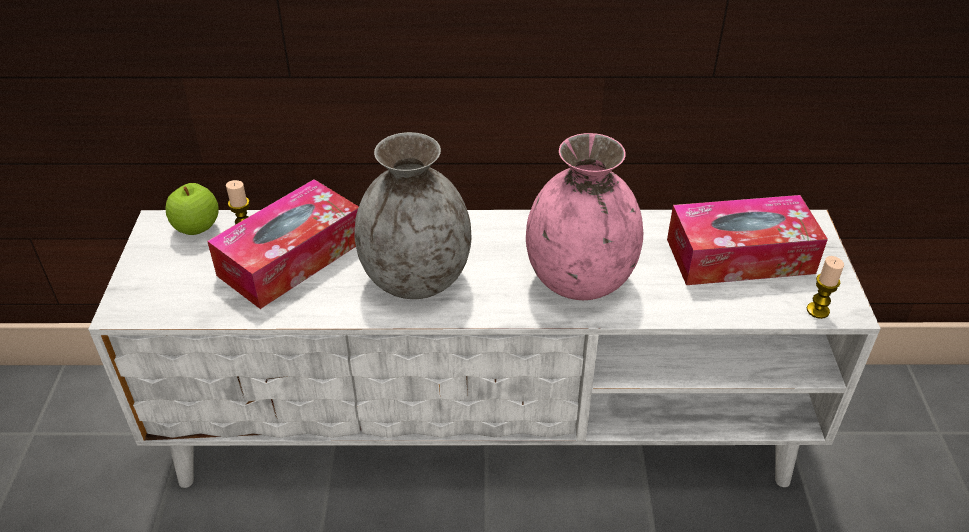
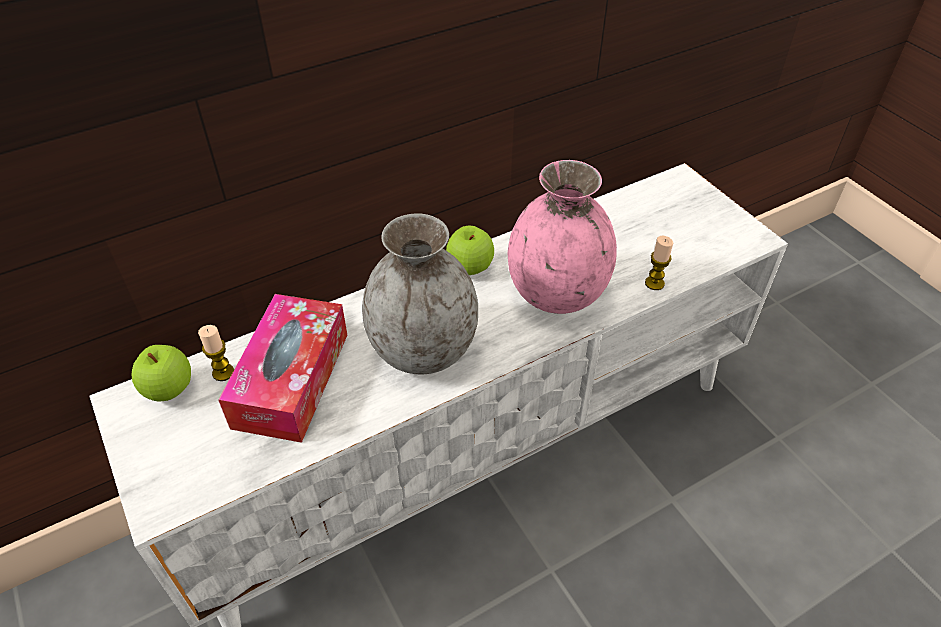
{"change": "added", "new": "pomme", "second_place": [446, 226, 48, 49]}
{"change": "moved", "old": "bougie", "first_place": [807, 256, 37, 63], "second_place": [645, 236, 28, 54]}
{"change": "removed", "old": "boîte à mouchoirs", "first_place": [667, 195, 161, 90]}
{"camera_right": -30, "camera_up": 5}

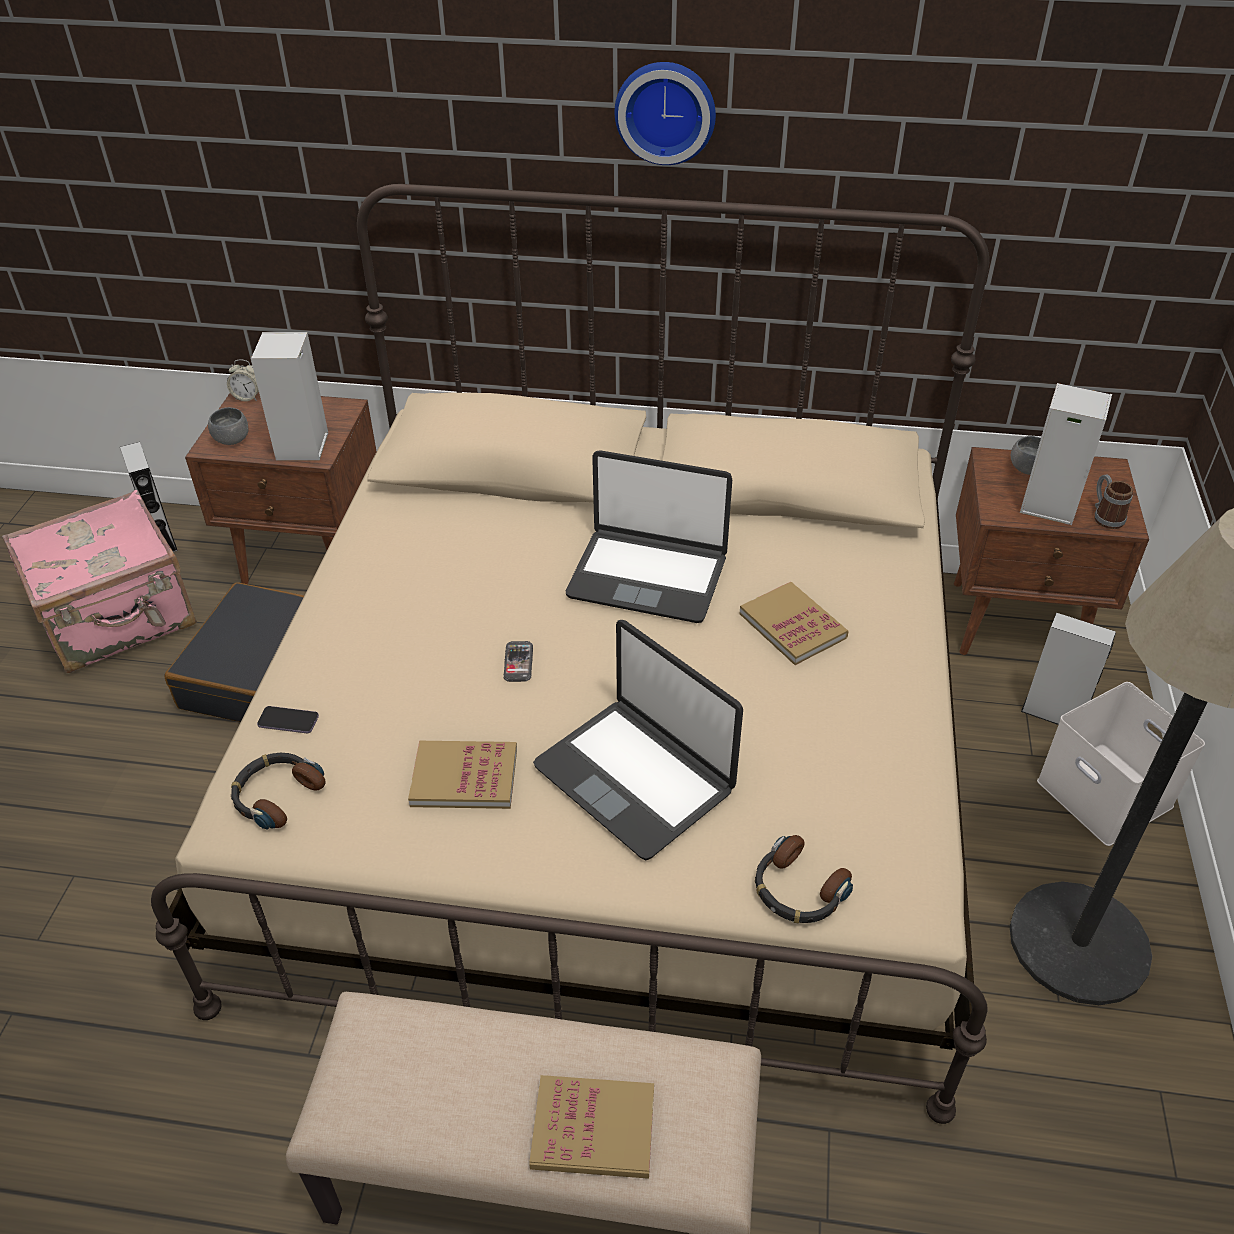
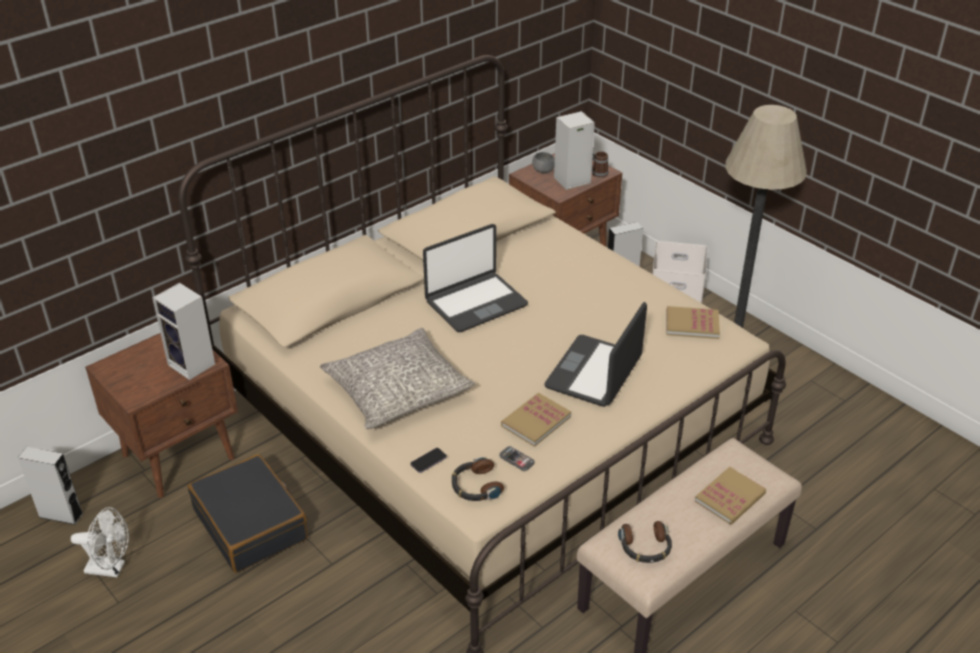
{"change": "replaced", "old": "valise/rose", "new": "ventilateur/blanc", "first_place": [2, 490, 195, 183], "second_place": [71, 507, 58, 70]}
{"change": "added", "new": "coussin/gris", "second_place": [320, 328, 155, 101]}
{"change": "moved", "old": "téléphone", "first_place": [503, 641, 30, 41], "second_place": [499, 446, 36, 25]}
{"change": "turned", "old": "ordinateur portable", "first_place": [533, 620, 210, 240], "second_place": [545, 302, 102, 105], "degrees": 120}
{"change": "moved", "old": "casque audio", "first_place": [755, 835, 98, 89], "second_place": [618, 521, 54, 42]}
{"change": "moved", "old": "livre", "first_place": [740, 582, 109, 83], "second_place": [666, 306, 54, 33]}
{"change": "removed", "old": "bol/gris", "first_place": [208, 407, 40, 38]}
{"change": "removed", "old": "réveil", "first_place": [227, 359, 32, 42]}
{"change": "removed", "old": "horloge murale", "first_place": [615, 62, 101, 103]}
{"camera_right": -50, "camera_up": -5}

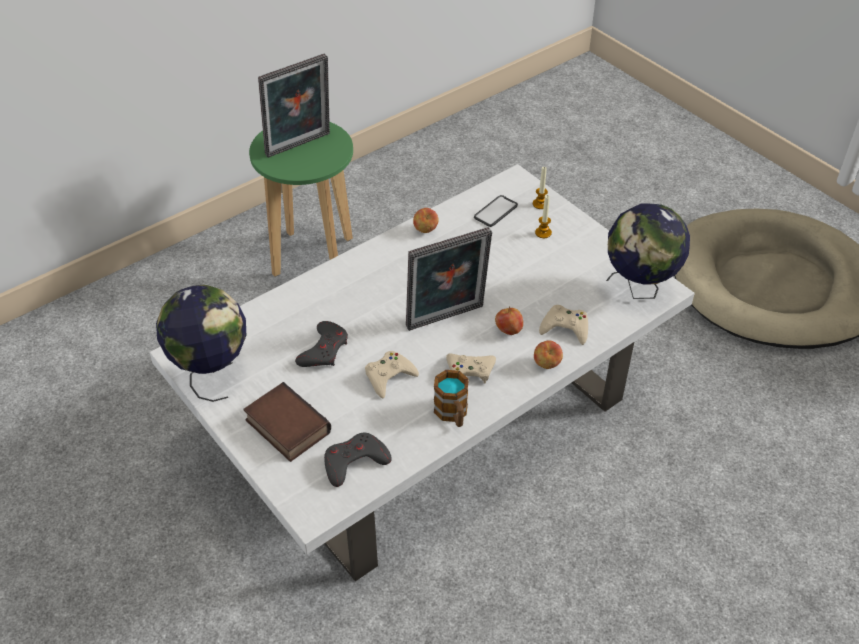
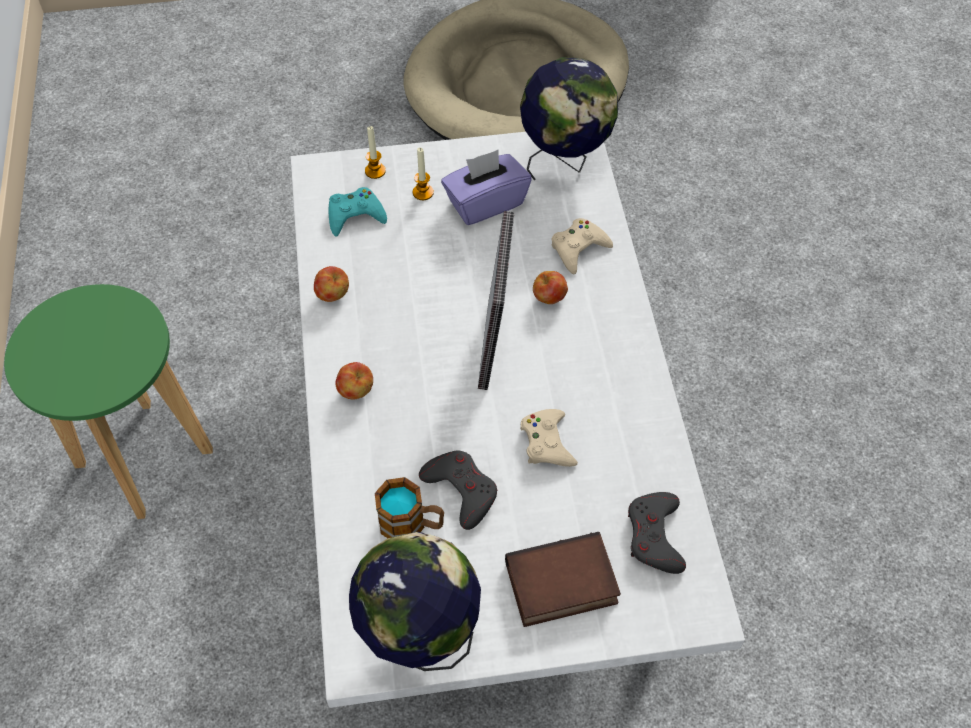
{"change": "replaced", "old": "téléphone", "new": "manette/turquoise", "first_place": [474, 195, 44, 32], "second_place": [329, 187, 58, 50]}
{"change": "moved", "old": "pomme", "first_place": [534, 340, 29, 29], "second_place": [335, 362, 38, 37]}
{"change": "moved", "old": "mug", "first_place": [434, 370, 35, 57], "second_place": [375, 477, 69, 61]}
{"change": "added", "new": "boîte à mouchoirs/violet", "second_place": [441, 150, 91, 75]}
{"change": "removed", "old": "cadre photo", "first_place": [258, 53, 72, 105]}
{"change": "removed", "old": "manette/beige", "first_place": [446, 353, 50, 30]}
{"camera_right": -60, "camera_up": 10}

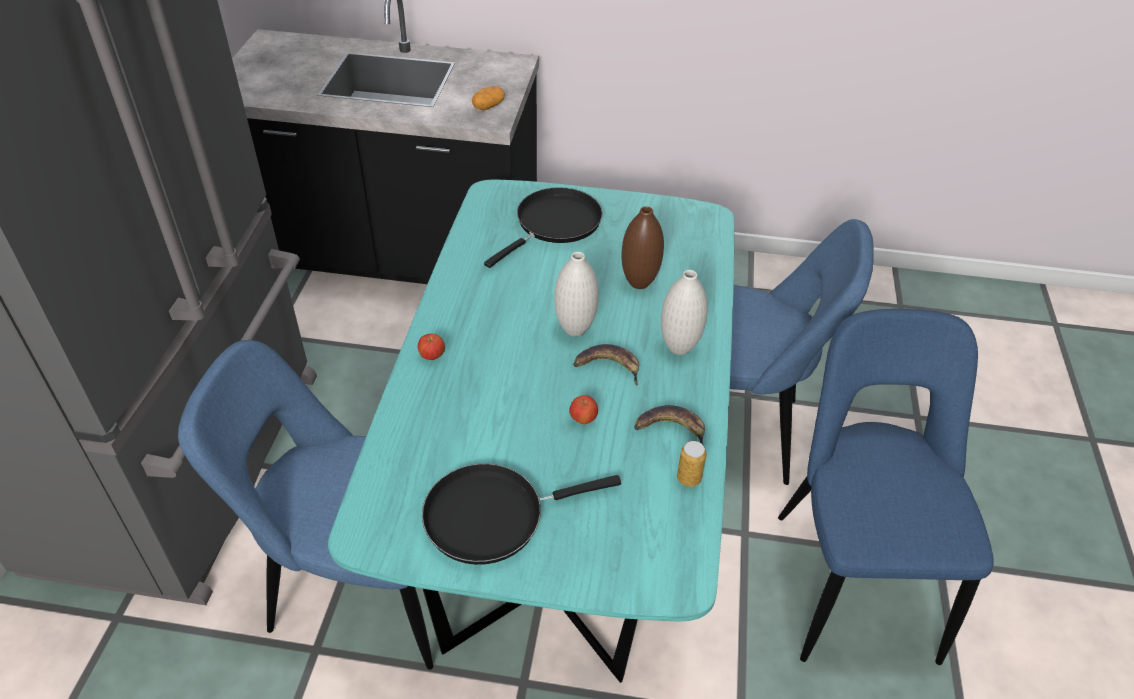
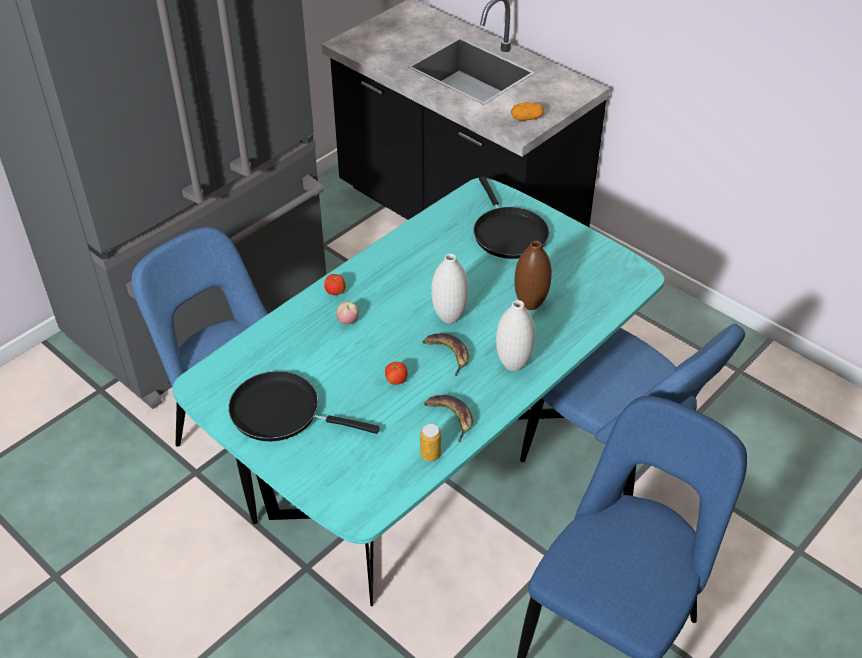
{"change": "added", "new": "pomme", "second_place": [336, 301, 23, 23]}
{"change": "turned", "old": "poêle/noir", "first_place": [484, 187, 118, 81], "second_place": [473, 177, 76, 82], "degrees": 90}
{"camera_right": 35, "camera_up": 0}

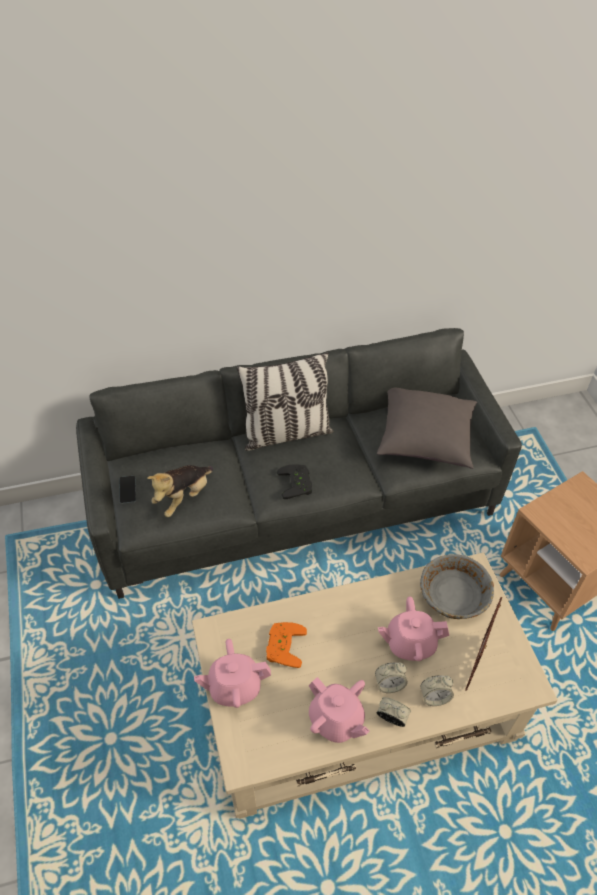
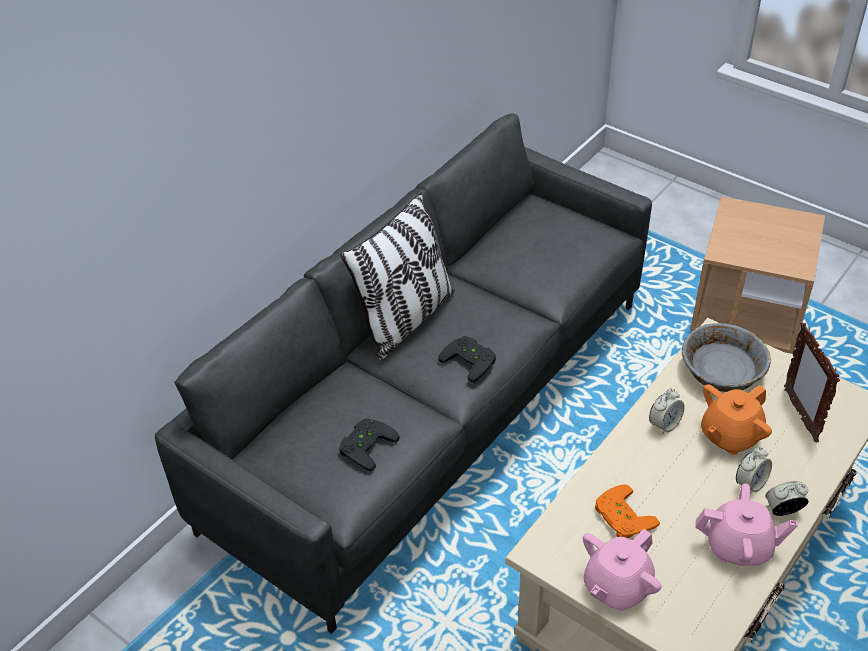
{"change": "replaced", "old": "peluche", "new": "manette/noir", "first_place": [147, 465, 66, 52], "second_place": [339, 418, 61, 54]}
{"change": "moved", "old": "réveil", "first_place": [421, 675, 33, 31], "second_place": [649, 388, 36, 47]}
{"change": "recoloured", "old": "théière/rose", "new": "théière/orange", "first_place": [378, 596, 71, 65], "second_place": [701, 384, 71, 71]}
{"change": "removed", "old": "téléphone", "first_place": [119, 476, 17, 28]}
{"change": "removed", "old": "coussin/gris", "first_place": [377, 387, 100, 82]}
{"camera_right": -35, "camera_up": -5}

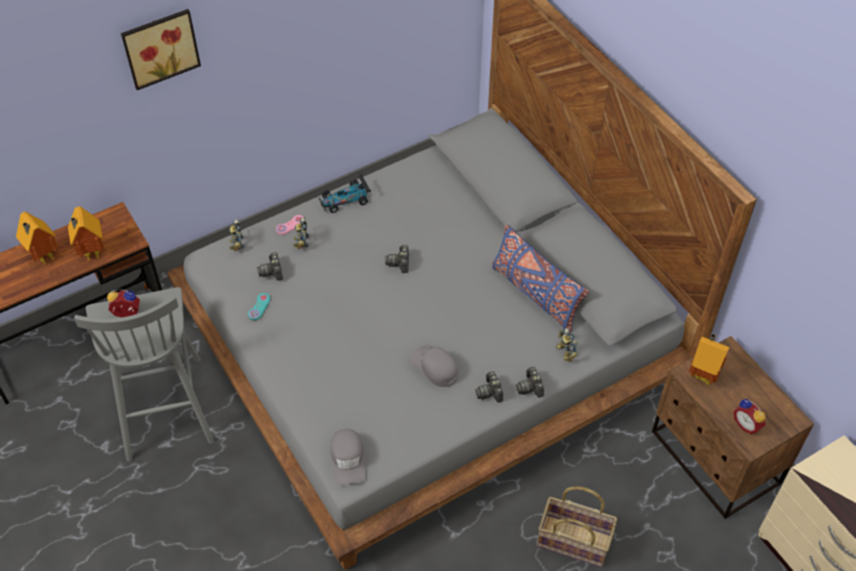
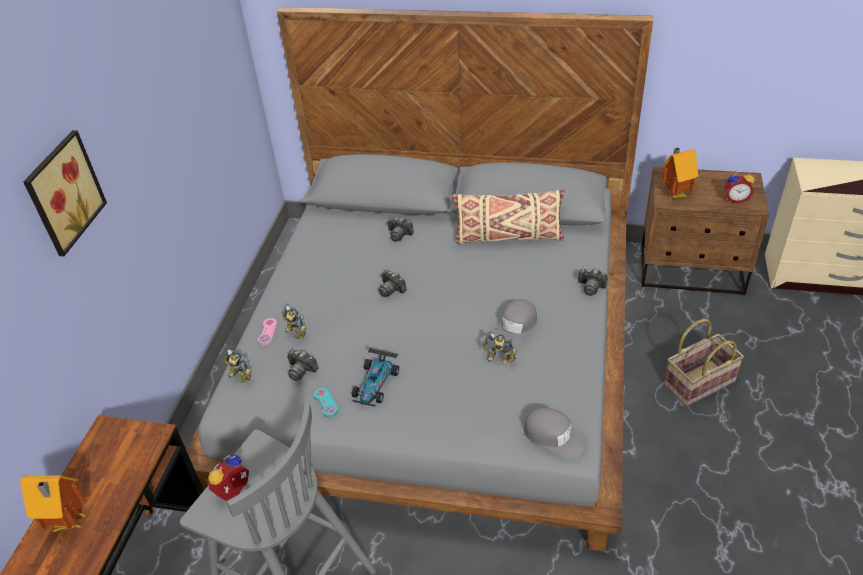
{"change": "moved", "old": "petite voiture", "first_place": [319, 174, 52, 39], "second_place": [352, 347, 47, 60]}
{"change": "moved", "old": "appareil photo", "first_place": [475, 371, 28, 31], "second_place": [387, 217, 27, 25]}
{"change": "recoloured", "old": "coussin/bleu", "new": "coussin/beige", "first_place": [492, 224, 97, 109], "second_place": [452, 189, 112, 55]}
{"change": "moved", "old": "robot jouet", "first_place": [556, 328, 22, 34], "second_place": [482, 333, 35, 31]}
{"change": "turned", "old": "casquette/gris", "first_place": [409, 345, 49, 42], "second_place": [493, 299, 44, 50], "degrees": -60}
{"change": "removed", "old": "maison miniature", "first_place": [68, 207, 36, 55]}
{"camera_right": -45, "camera_up": -10}

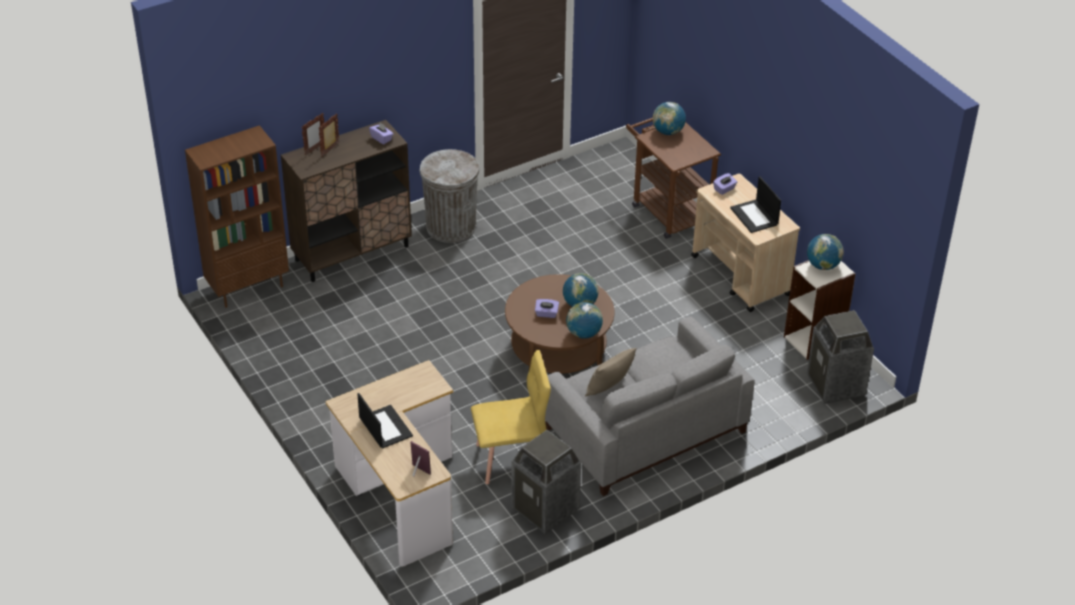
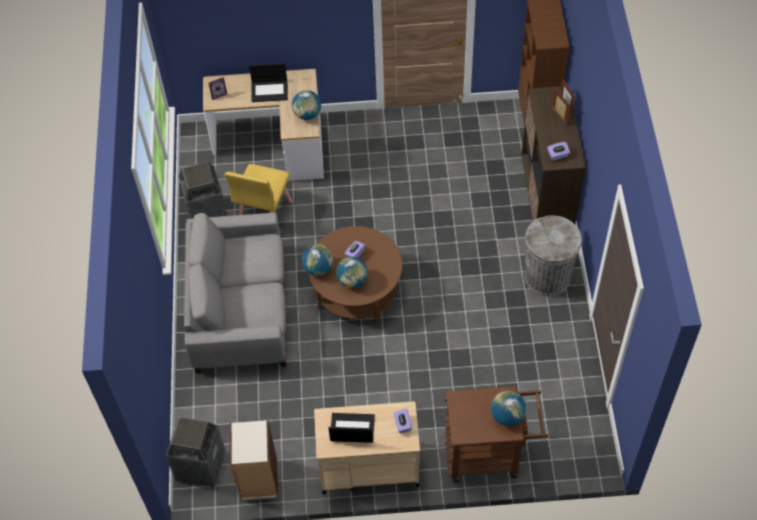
{"change": "moved", "old": "globe", "first_place": [807, 234, 37, 36], "second_place": [292, 90, 29, 30]}
{"change": "removed", "old": "coussin/beige", "first_place": [585, 348, 52, 49]}
{"camera_right": 120, "camera_up": 15}

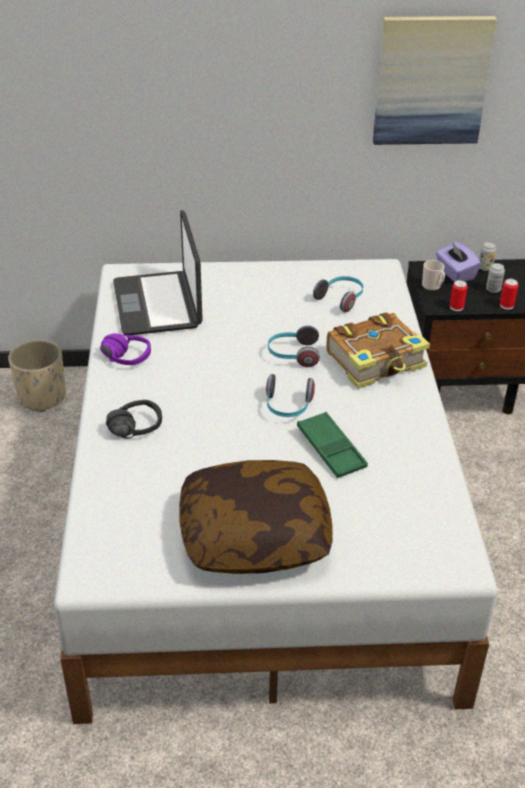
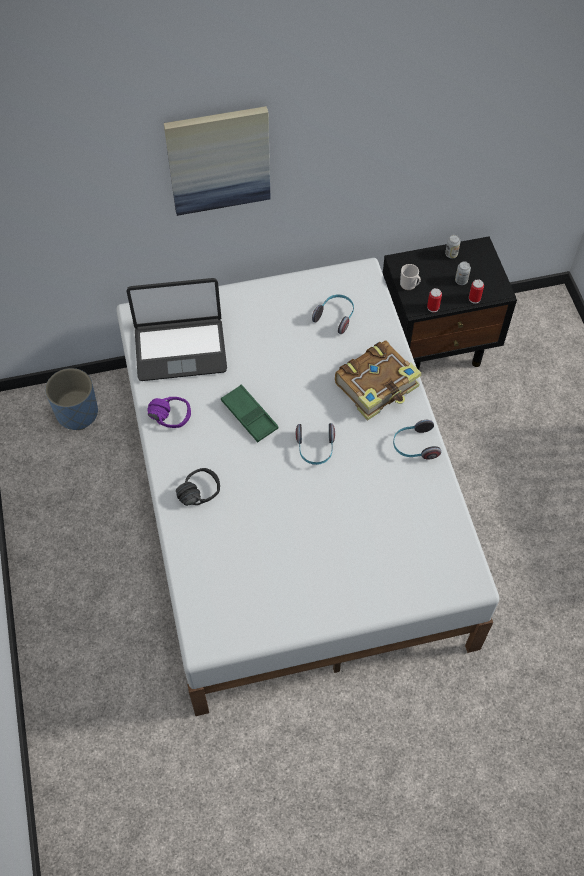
{"change": "recoloured", "old": "cache-pot/beige", "new": "cache-pot/bleu", "first_place": [8, 339, 58, 73], "second_place": [45, 368, 53, 62]}
{"change": "turned", "old": "ordinateur portable", "first_place": [113, 210, 90, 125], "second_place": [127, 278, 100, 103], "degrees": -75}
{"change": "moved", "old": "tableau", "first_place": [373, 16, 124, 129], "second_place": [164, 106, 107, 110]}
{"change": "moved", "old": "plateau/vert", "first_place": [297, 412, 71, 66], "second_place": [221, 385, 58, 58]}
{"change": "moved", "old": "casque audio", "first_place": [268, 326, 52, 41], "second_place": [393, 420, 48, 40]}
{"change": "removed", "old": "coussin", "first_place": [179, 460, 154, 114]}
{"change": "removed", "old": "boîte à mouchoirs/violet", "first_place": [436, 242, 45, 41]}
{"camera_right": -10, "camera_up": 20}

